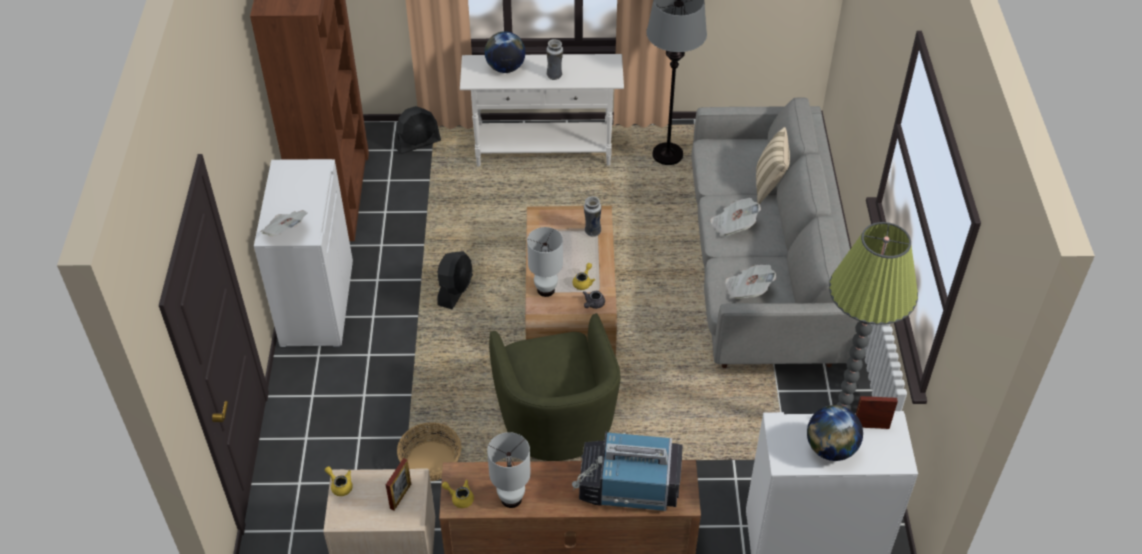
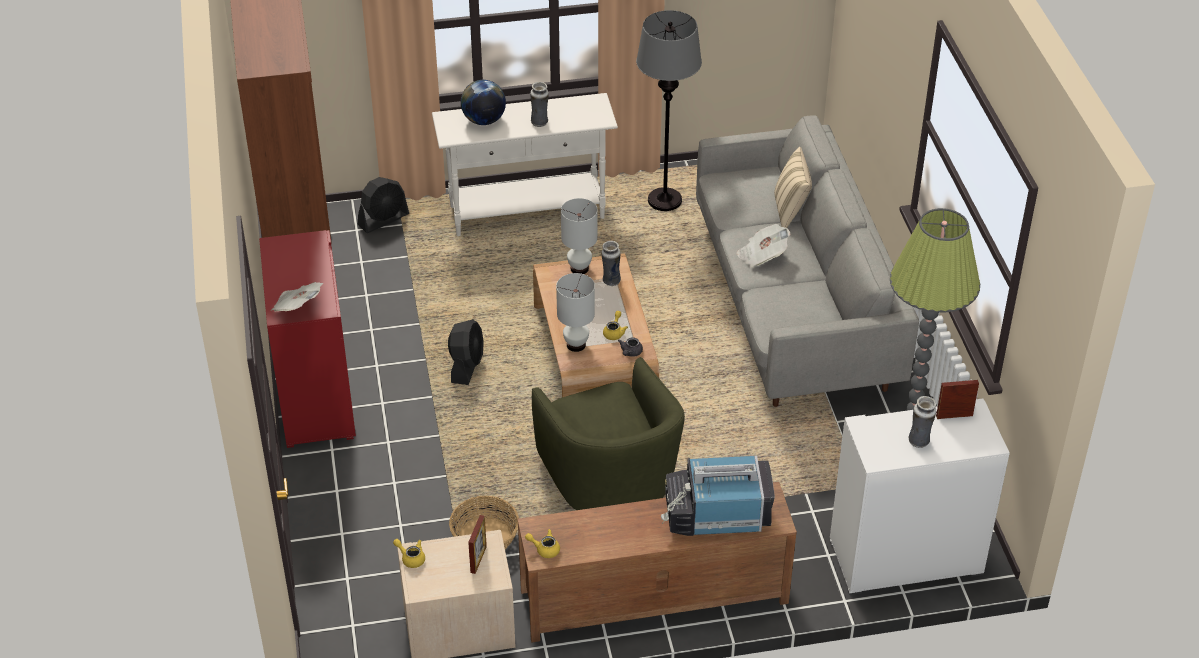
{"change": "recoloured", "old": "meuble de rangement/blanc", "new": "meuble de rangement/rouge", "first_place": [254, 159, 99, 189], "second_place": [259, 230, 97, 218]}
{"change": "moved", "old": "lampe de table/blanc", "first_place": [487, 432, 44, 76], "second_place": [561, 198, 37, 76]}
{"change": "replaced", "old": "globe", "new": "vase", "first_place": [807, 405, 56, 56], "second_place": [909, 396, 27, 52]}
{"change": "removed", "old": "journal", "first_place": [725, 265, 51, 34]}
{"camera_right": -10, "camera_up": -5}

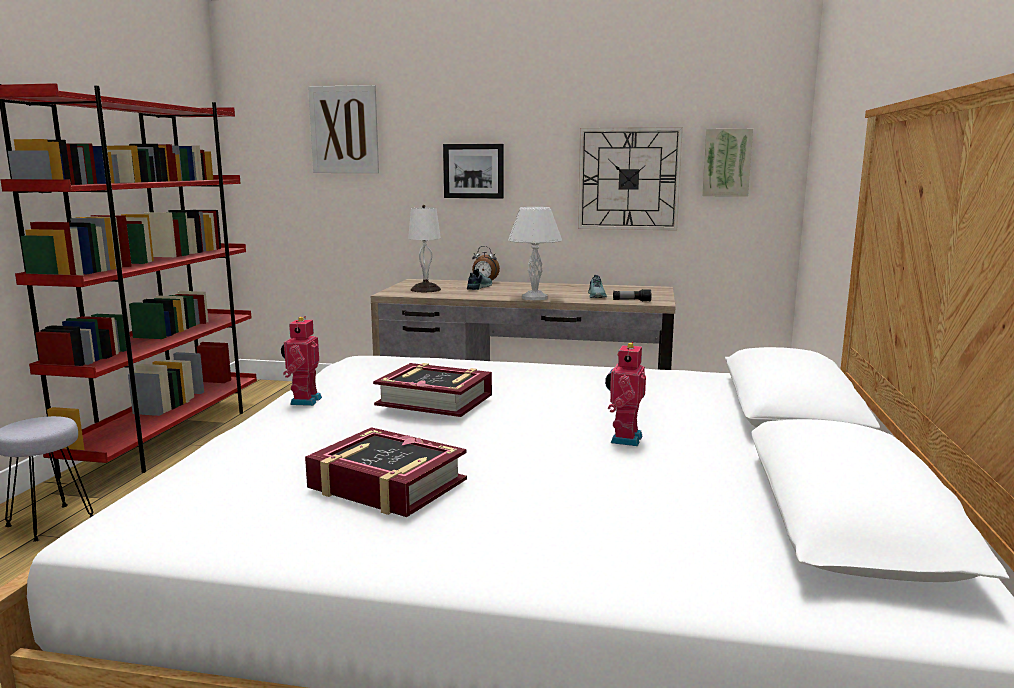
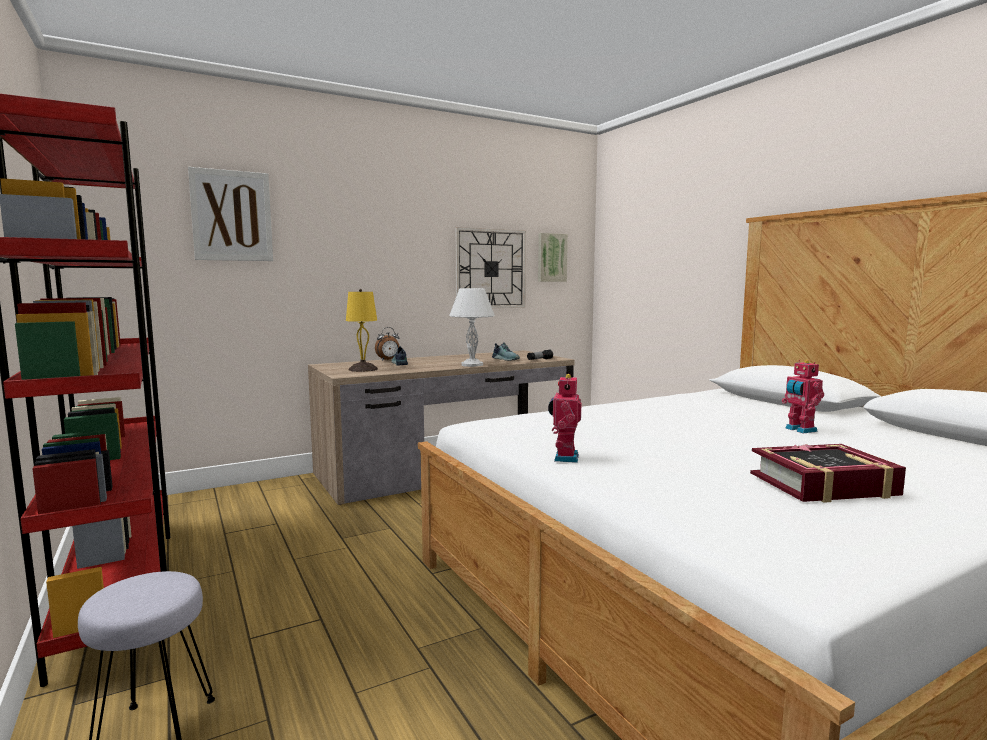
{"change": "recoloured", "old": "lampe de table/blanc", "new": "lampe de table/jaune", "first_place": [408, 205, 33, 87], "second_place": [346, 289, 32, 83]}
{"change": "turned", "old": "robot jouet", "first_place": [281, 316, 41, 90], "second_place": [548, 374, 33, 89], "degrees": 45}
{"change": "removed", "old": "livre", "first_place": [373, 363, 119, 54]}
{"change": "removed", "old": "tableau", "first_place": [443, 144, 61, 55]}
{"camera_right": -40, "camera_up": -5}

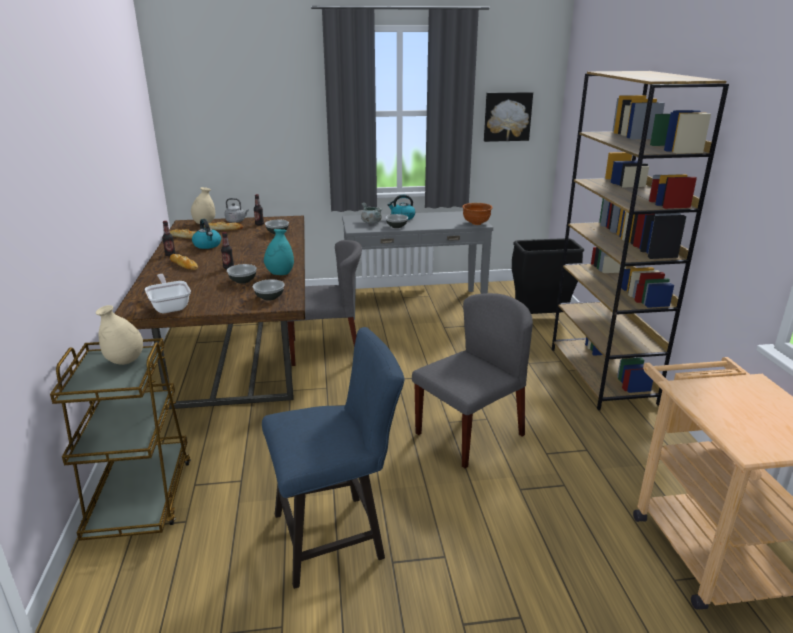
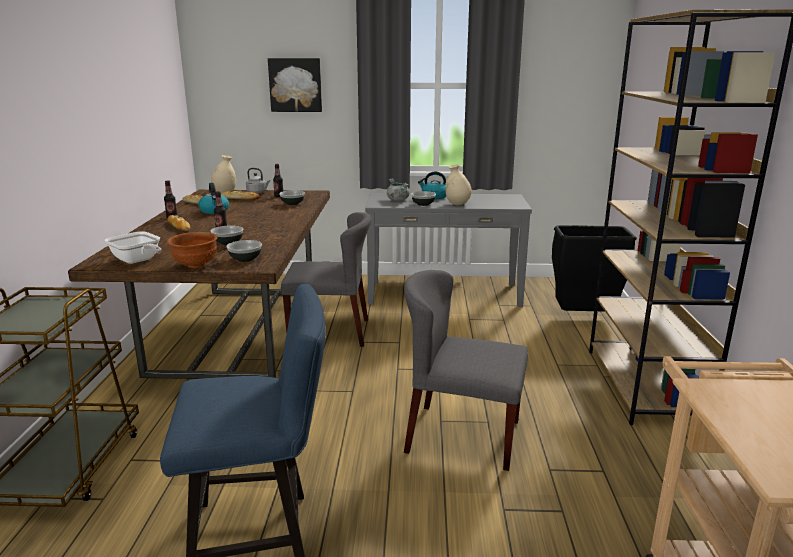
{"change": "turned", "old": "poêle", "first_place": [145, 274, 46, 39], "second_place": [105, 231, 56, 33], "degrees": 150}
{"change": "moved", "old": "bol/marron", "first_place": [462, 203, 30, 22], "second_place": [167, 232, 50, 36]}
{"change": "moved", "old": "tableau", "first_place": [484, 92, 49, 50], "second_place": [268, 58, 54, 54]}
{"change": "turned", "old": "chaise/gris", "first_place": [412, 293, 121, 175], "second_place": [404, 270, 124, 201], "degrees": -135}
{"change": "moved", "old": "vase/beige", "first_place": [96, 305, 47, 60], "second_place": [446, 164, 26, 41]}
{"change": "removed", "old": "vase/turquoise", "first_place": [264, 229, 30, 46]}
{"camera_right": 10, "camera_up": -5}

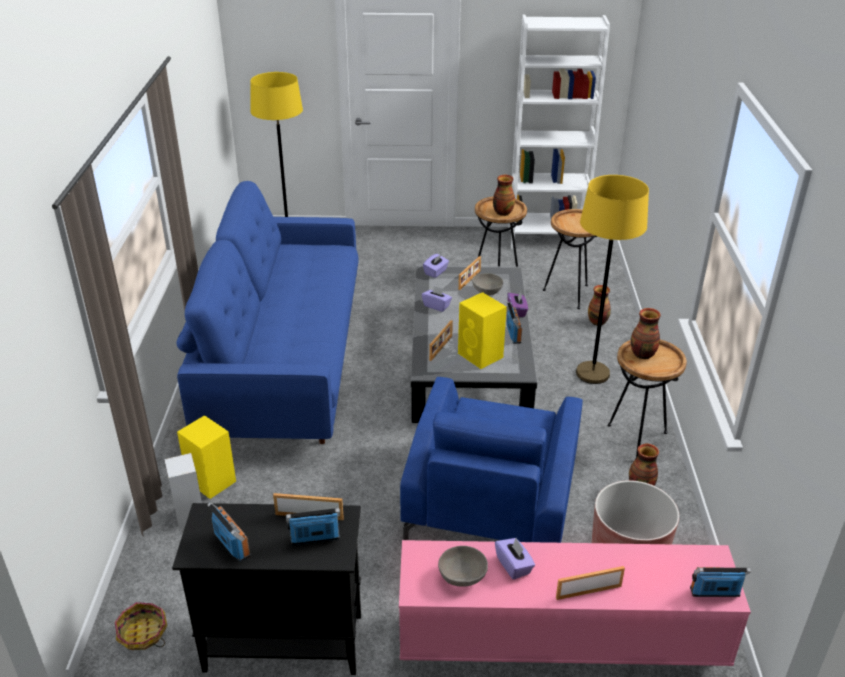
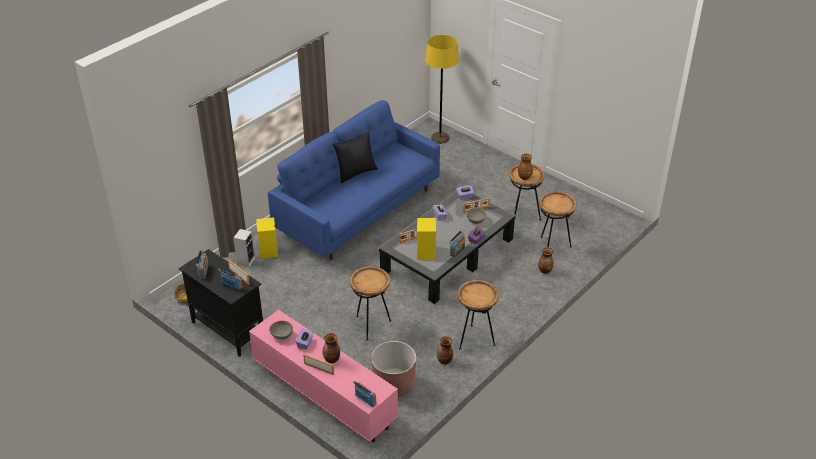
{"change": "moved", "old": "vase", "first_place": [631, 308, 30, 51], "second_place": [322, 333, 18, 30]}
{"change": "added", "new": "coussin/noir", "second_place": [332, 130, 46, 54]}
{"change": "replaced", "old": "fauteuil/bleu", "new": "table d'appoint/marron", "first_place": [400, 377, 183, 166], "second_place": [350, 266, 41, 74]}
{"change": "removed", "old": "bibliothèque/blanc", "first_place": [509, 14, 101, 235]}
{"change": "removed", "old": "lampadaire/jaune", "first_place": [576, 175, 73, 209]}
{"camera_right": 40, "camera_up": 5}

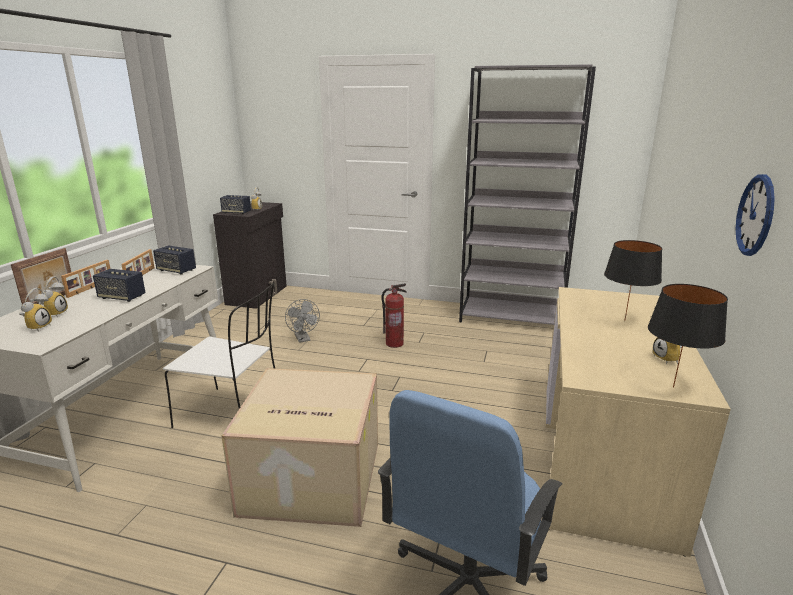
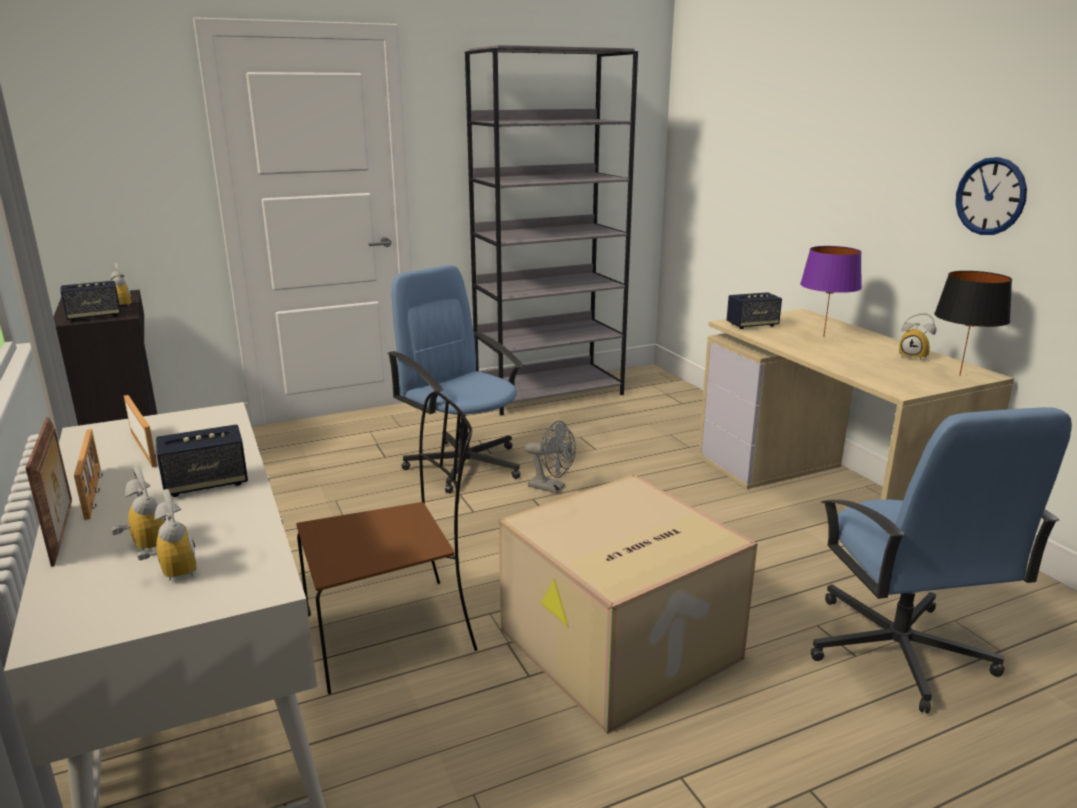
{"change": "recoloured", "old": "chaise/blanc", "new": "chaise/marron", "first_place": [163, 283, 113, 145], "second_place": [296, 391, 182, 303]}
{"change": "replaced", "old": "extincteur", "new": "chaise de bureau/bleu", "first_place": [381, 283, 26, 65], "second_place": [387, 265, 137, 229]}
{"change": "moved", "old": "ventilateur/gris", "first_place": [285, 299, 35, 44], "second_place": [525, 420, 51, 73]}
{"change": "moved", "old": "enceinte", "first_place": [153, 245, 43, 30], "second_place": [727, 292, 55, 37]}
{"change": "recoloured", "old": "lampe de table/noir", "new": "lampe de table/violet", "first_place": [604, 240, 58, 81], "second_place": [800, 246, 62, 91]}
{"camera_right": -40, "camera_up": 0}

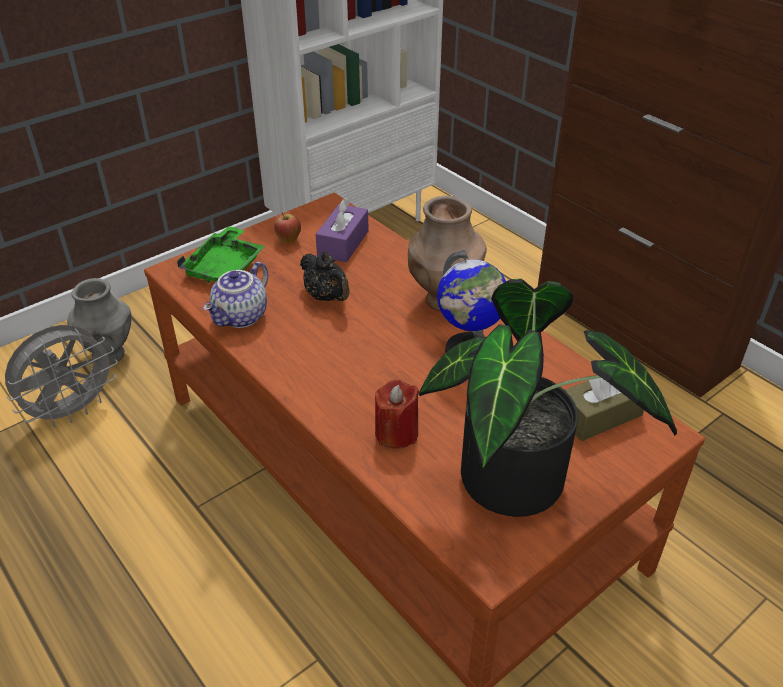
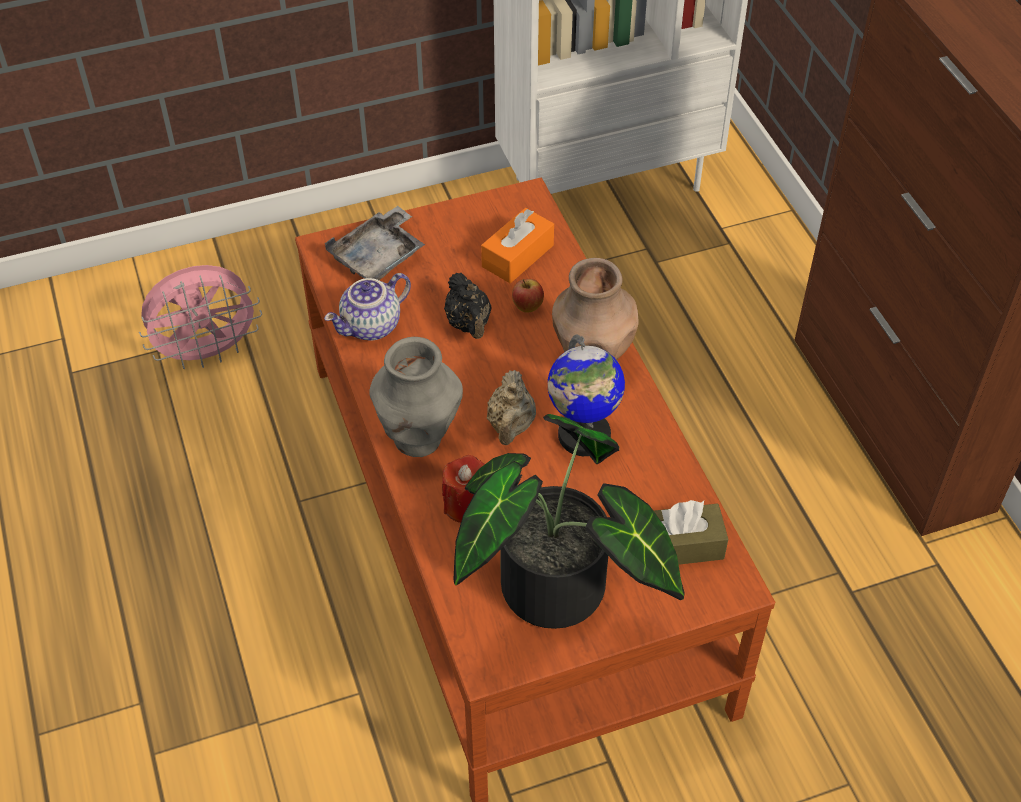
{"change": "recoloured", "old": "ventilateur/gris", "new": "ventilateur/rose", "first_place": [5, 325, 113, 102], "second_place": [139, 265, 123, 104]}
{"change": "recoloured", "old": "plateau/vert", "new": "plateau/gris", "first_place": [177, 226, 88, 57], "second_place": [325, 206, 100, 74]}
{"change": "moved", "old": "vase/gris", "first_place": [67, 278, 64, 87], "second_place": [369, 337, 94, 120]}
{"change": "recoloured", "old": "boîte à mouchoirs/violet", "new": "boîte à mouchoirs/orange", "first_place": [316, 197, 53, 65], "second_place": [481, 208, 73, 75]}
{"change": "added", "new": "théière/beige", "second_place": [487, 370, 49, 75]}
{"change": "moved", "old": "pomme", "first_place": [274, 212, 27, 31], "second_place": [512, 279, 32, 33]}
{"camera_right": 20, "camera_up": 10}

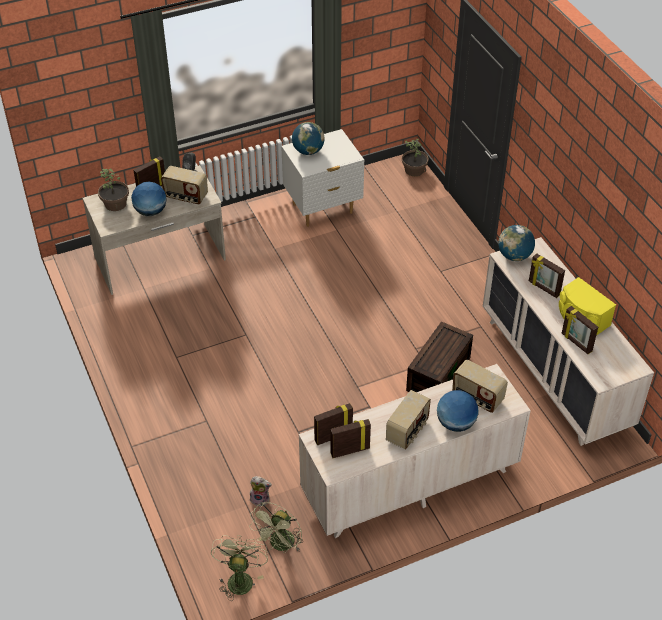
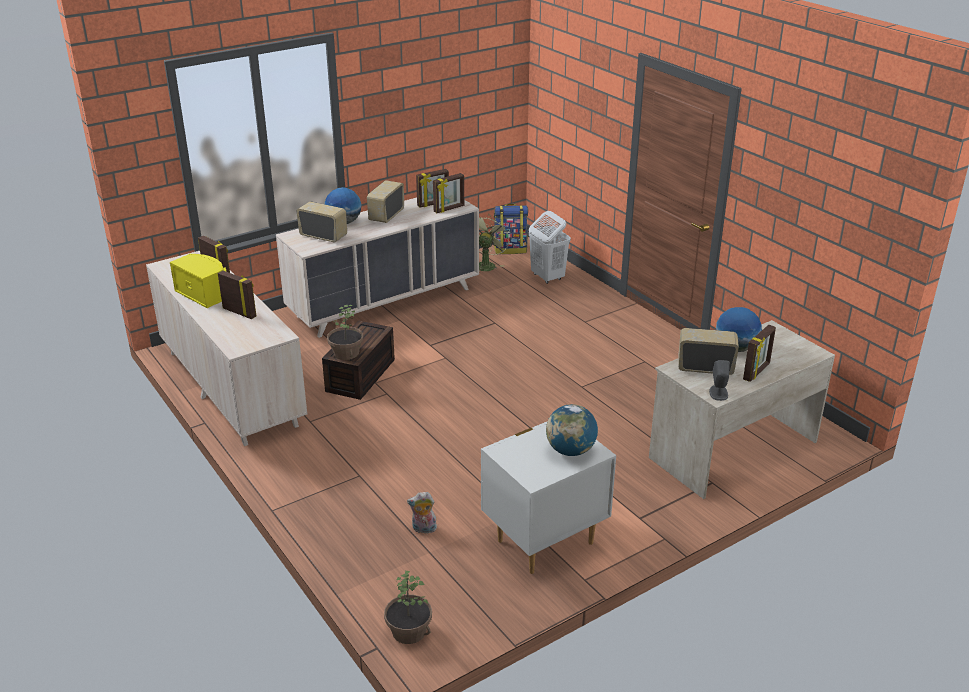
{"change": "moved", "old": "plante en pot", "first_place": [98, 168, 31, 43], "second_place": [327, 305, 36, 55]}
{"change": "moved", "old": "peluche", "first_place": [250, 476, 22, 30], "second_place": [407, 492, 31, 41]}
{"change": "replaced", "old": "ventilateur/vert", "new": "sac à dos", "first_place": [211, 535, 57, 66], "second_place": [494, 204, 34, 50]}
{"change": "added", "new": "panier à linge/blanc", "second_place": [529, 211, 42, 73]}
{"change": "removed", "old": "globe", "first_place": [498, 225, 37, 36]}
{"camera_right": 170, "camera_up": -15}

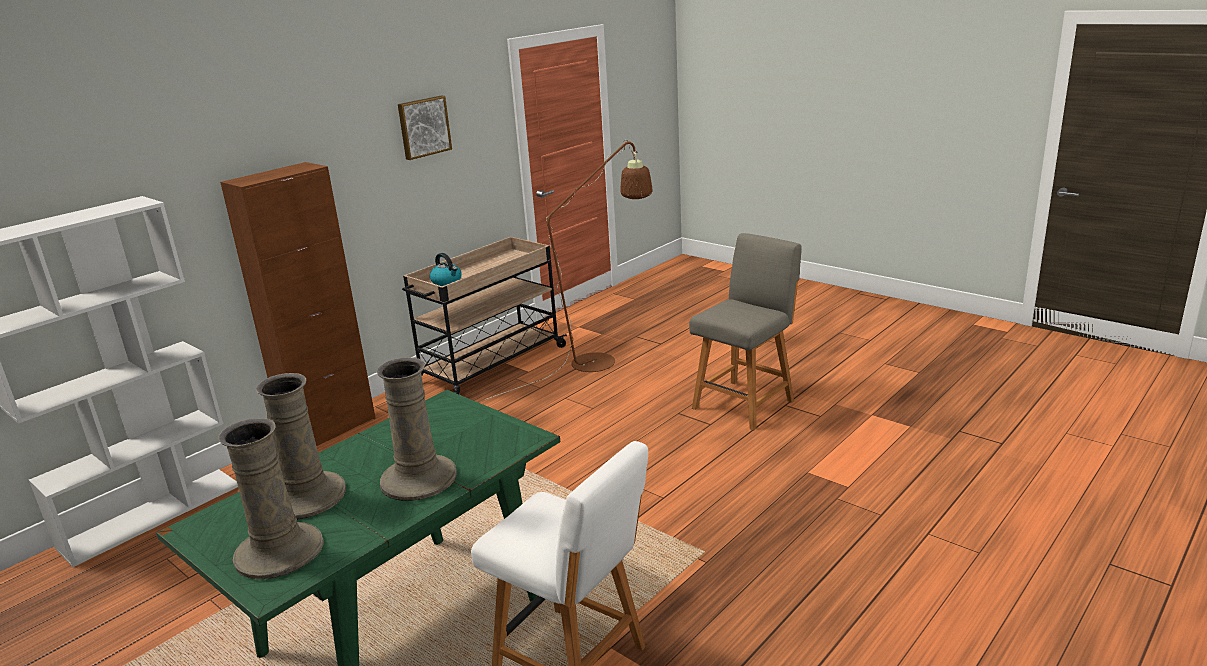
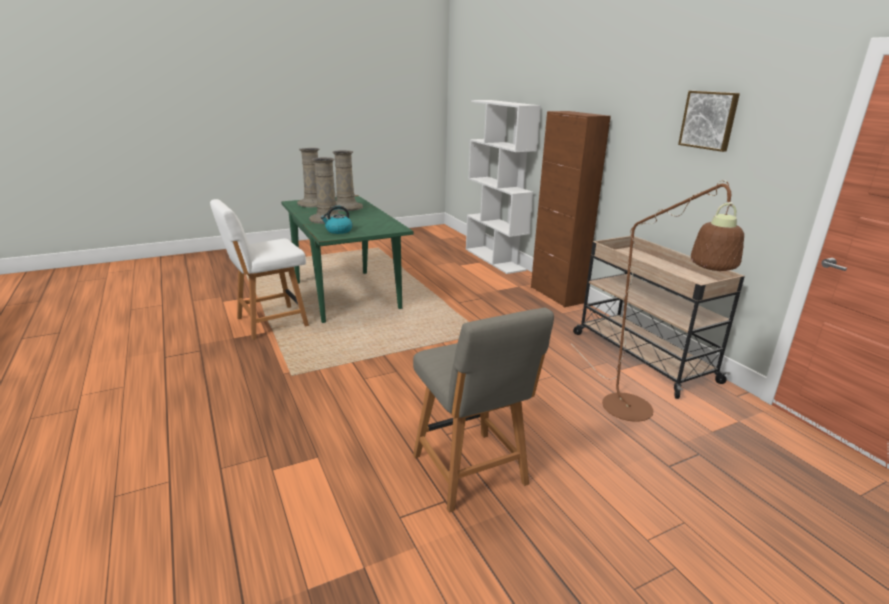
{"change": "moved", "old": "bouilloire", "first_place": [430, 253, 32, 33], "second_place": [321, 206, 31, 28]}
{"camera_right": 110, "camera_up": 0}

